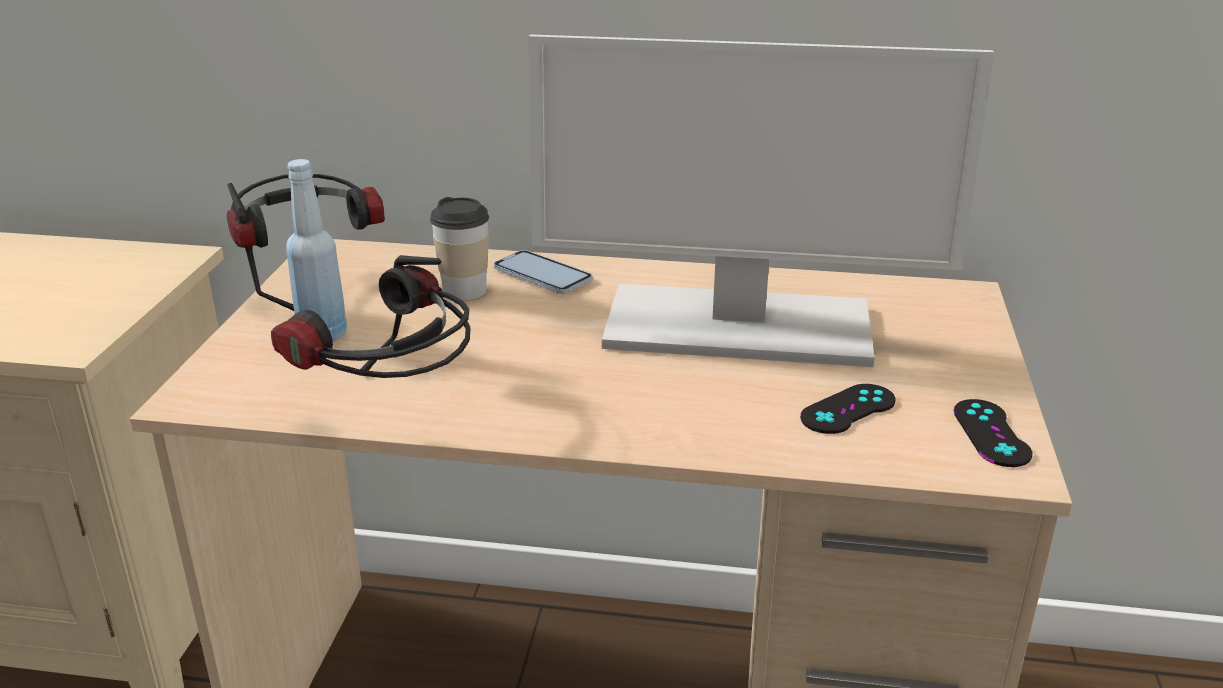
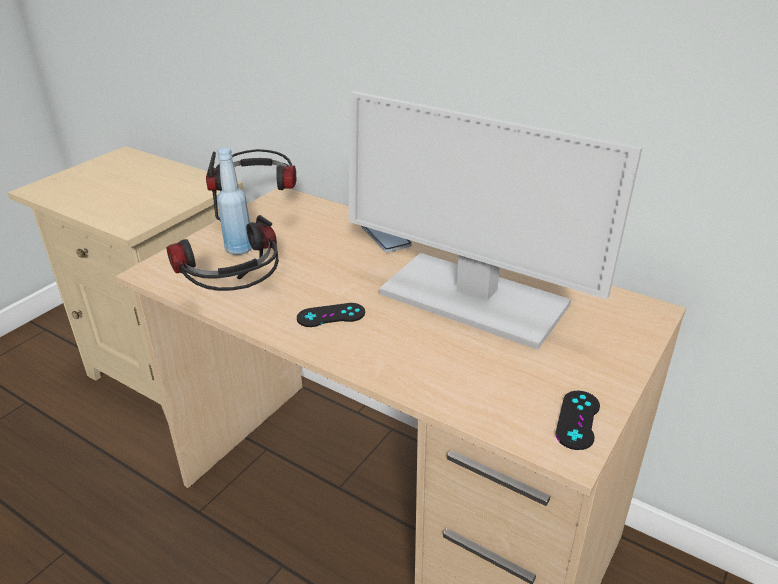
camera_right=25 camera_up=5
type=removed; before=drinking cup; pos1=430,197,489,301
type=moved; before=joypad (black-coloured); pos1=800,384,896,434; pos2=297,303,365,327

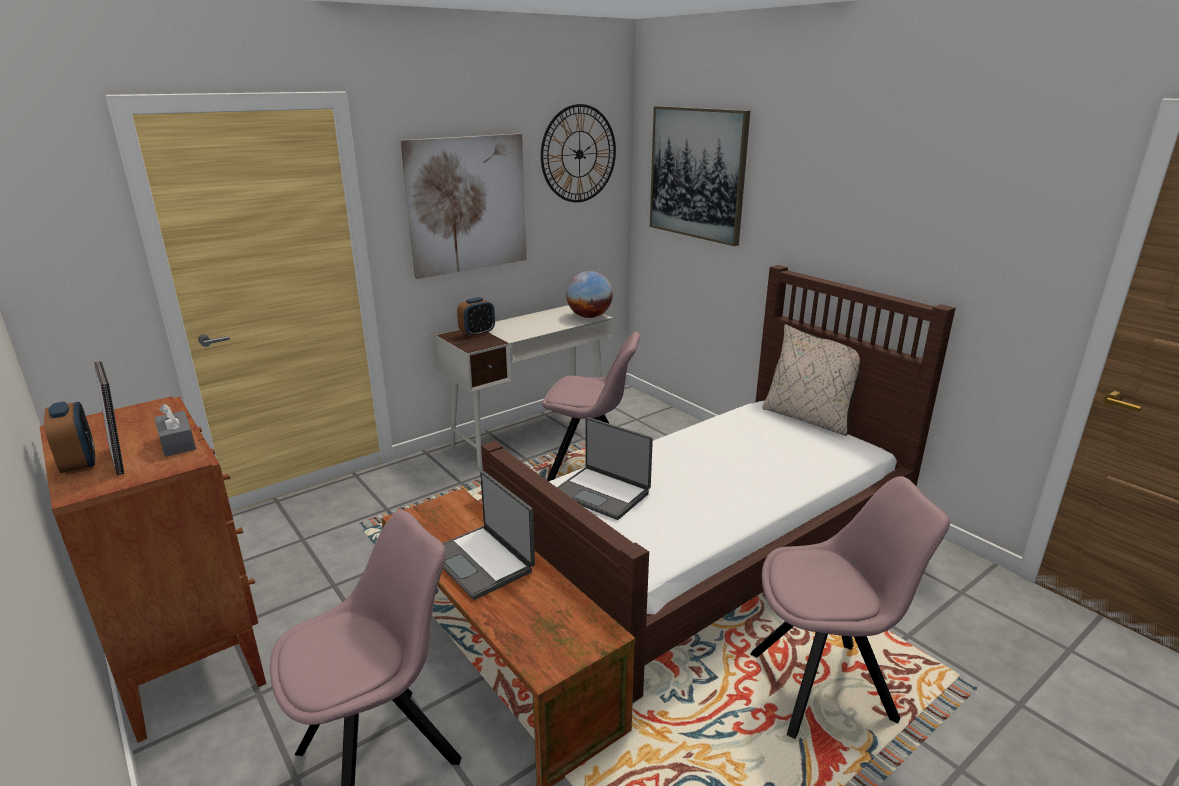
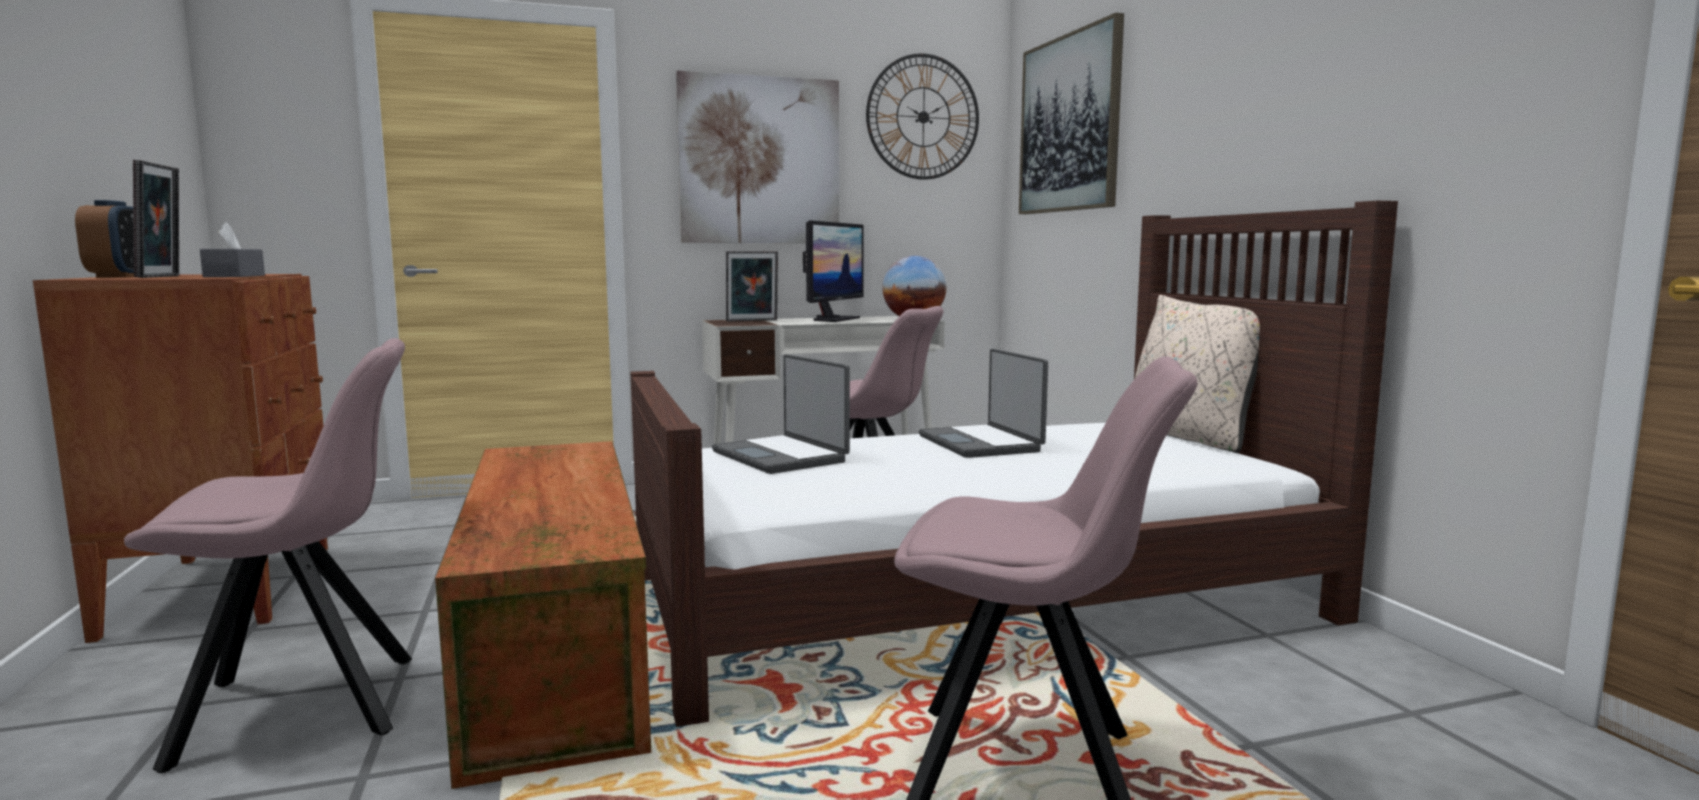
camera_right=20 camera_up=-15
type=moved; before=portable computer; pos1=443,471,535,600; pos2=919,349,1048,458
type=replaced; before=alarm clock; after=standing frame; pos1=457,297,495,337; pos2=726,251,778,321
type=added; after=computer display; pos2=803,221,864,322

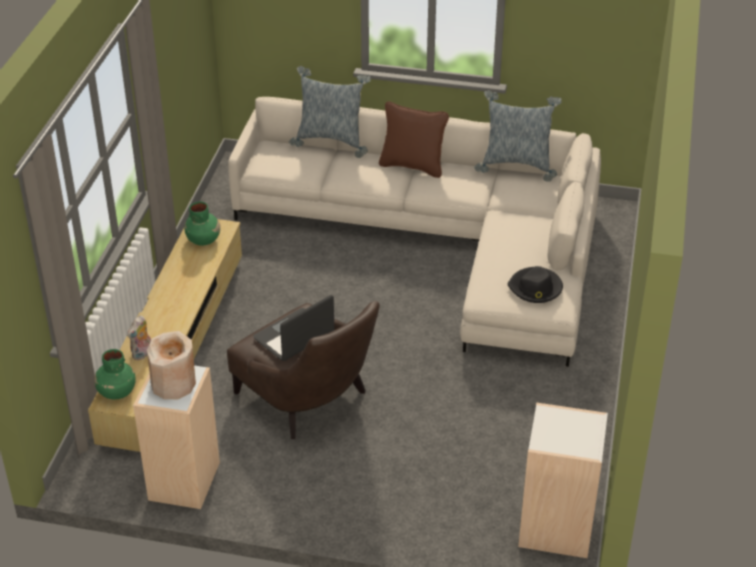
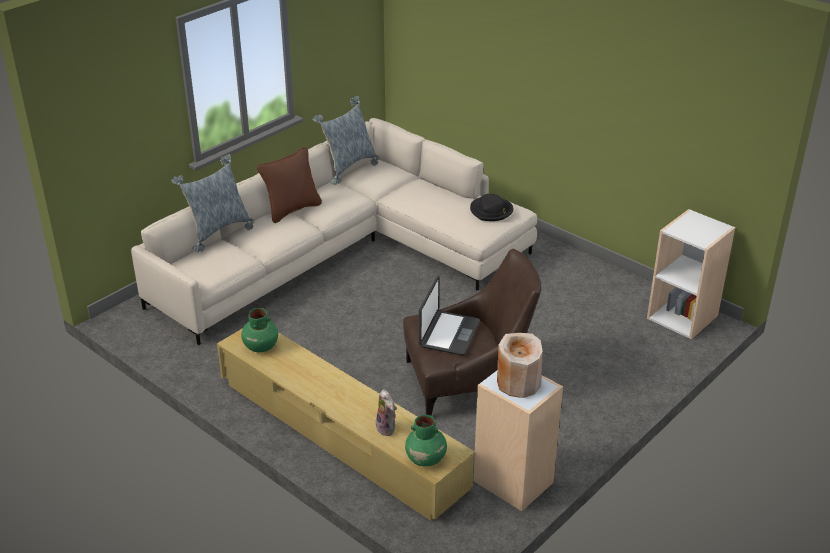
camera_right=-60 camera_up=-5
type=turned; before=portable computer; pos1=253,295,335,361; pos2=419,276,480,355; turn=-150

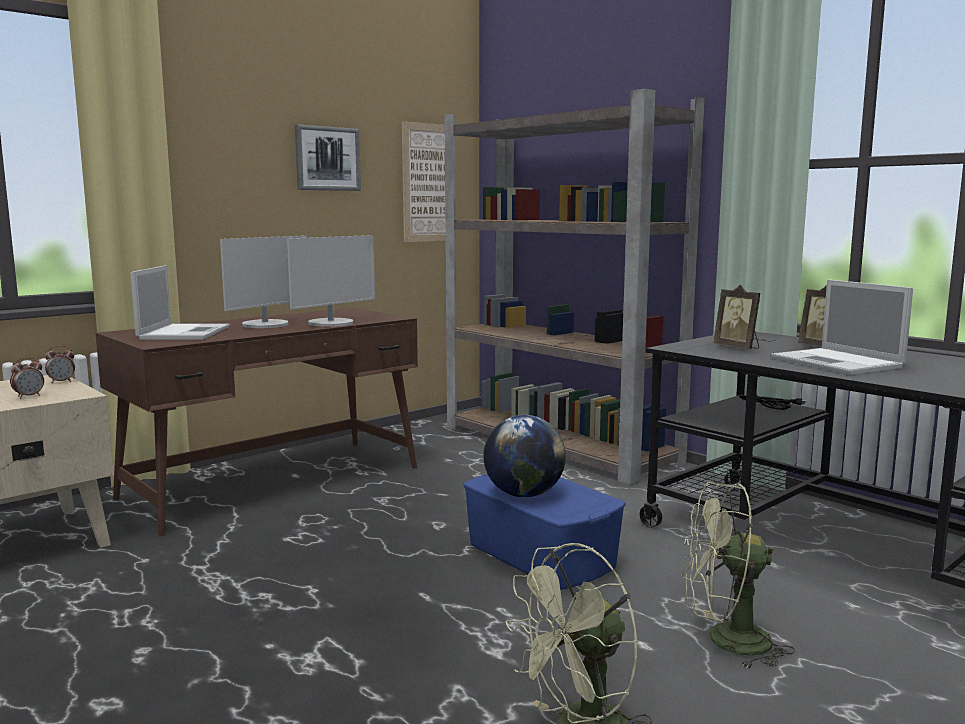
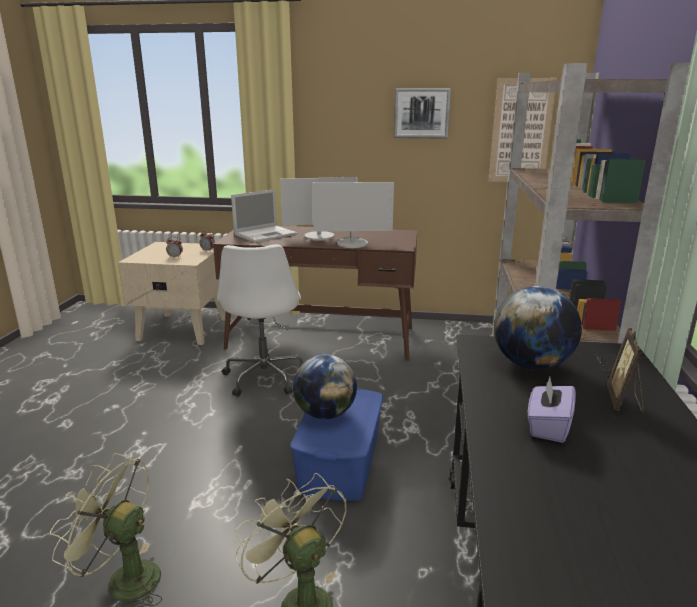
camera_right=50 camera_up=10
type=replaced; before=standing frame; after=globe; pos1=713,285,760,349; pos2=494,286,582,370
type=replaced; before=portable computer; after=tissue holder (purple); pos1=771,279,913,375; pos2=528,377,576,443
type=added; after=office chair (white-coloured); pos2=217,244,303,397

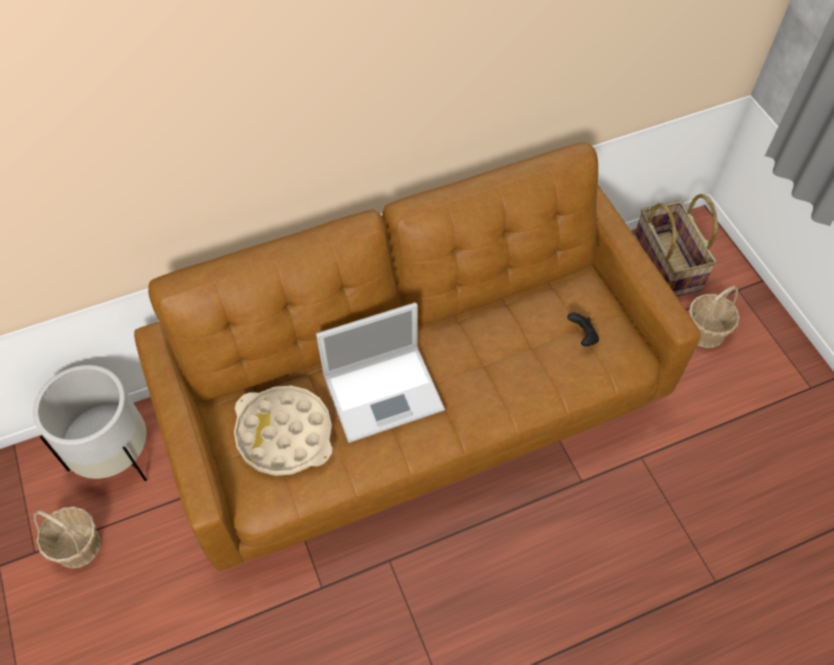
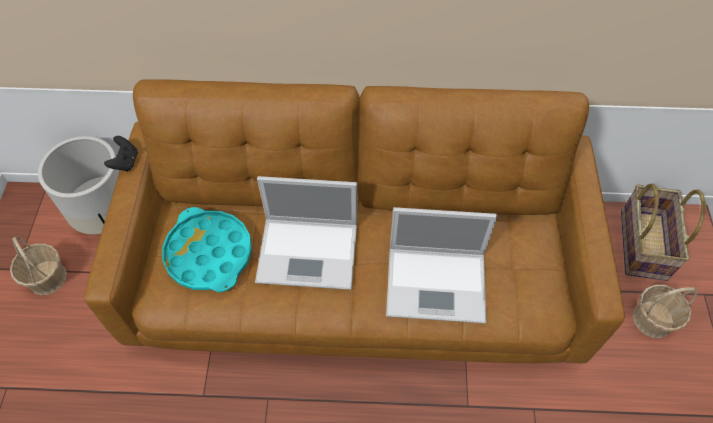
camera_right=25 camera_up=0
type=recoloured; before=serving tray (sand-coloured); after=serving tray (turquoise); pos1=234,385,333,476; pos2=162,207,252,292
type=moved; before=joypad (black-coloured); pos1=567,312,599,346; pos2=104,136,138,171
type=added; after=portable computer; pos2=386,207,497,323

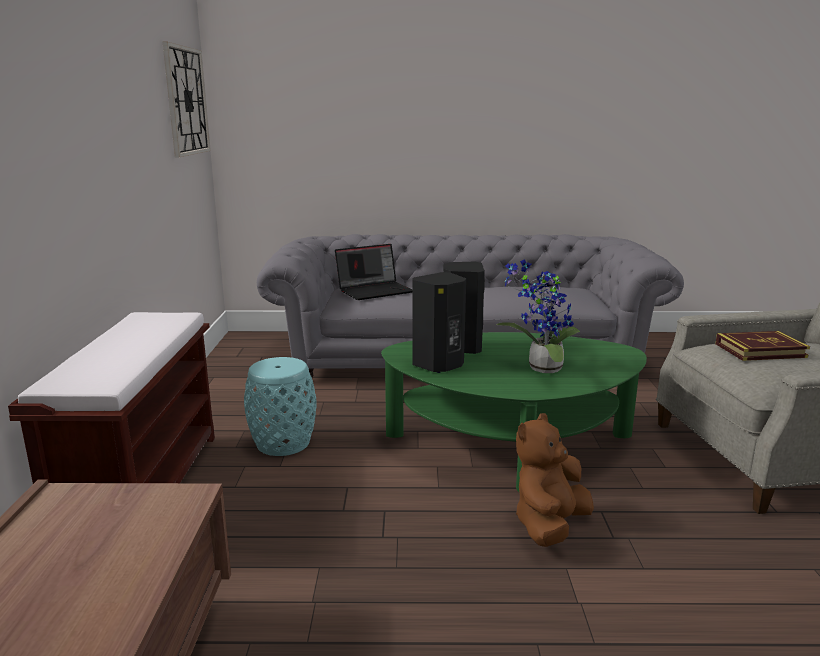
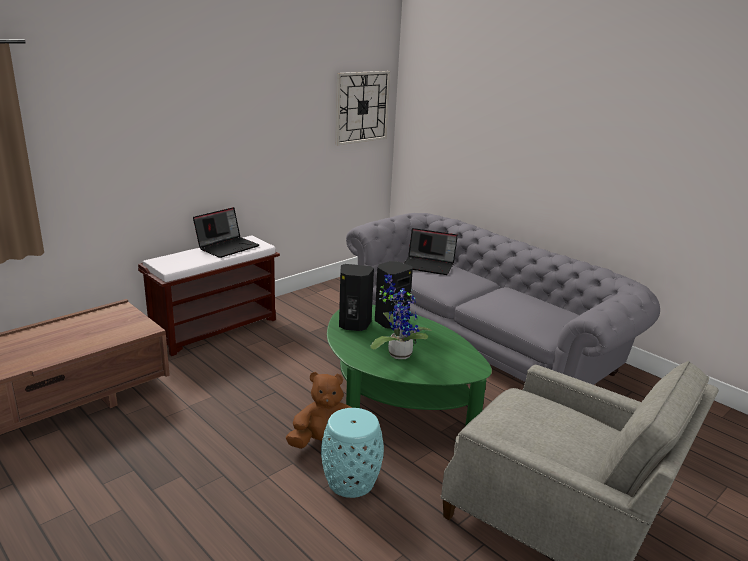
camera_right=45 camera_up=5
type=moved; before=stool (turquoise); pos1=244,357,317,456; pos2=321,408,384,498
type=removed; before=volume; pos1=715,331,810,361
type=added; after=portable computer; pos2=193,207,259,258

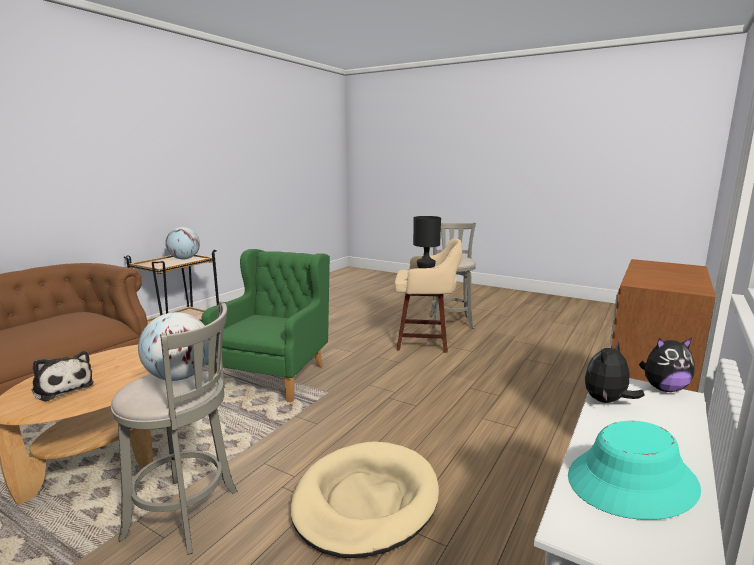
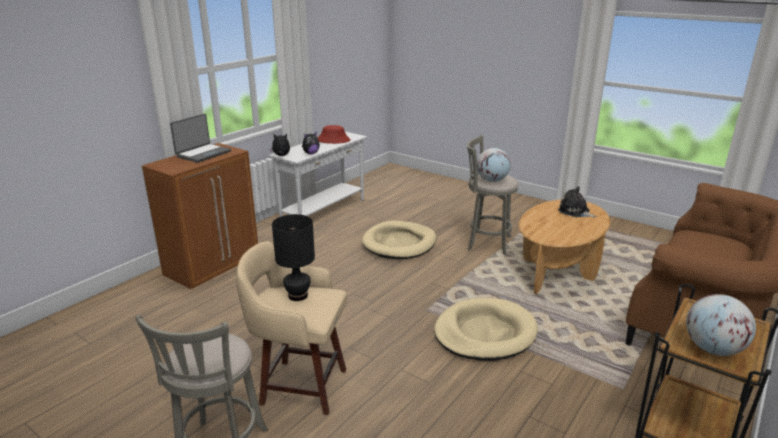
camera_right=-175 camera_up=10
type=replaced; before=armchair (green); after=dog bed (sand-coloured); pos1=202,249,330,403; pos2=434,298,538,361
type=recoloured; before=hat (turquoise); after=hat (reddish); pos1=568,421,701,520; pos2=318,125,350,144
type=added; after=portable computer; pos2=170,114,231,163

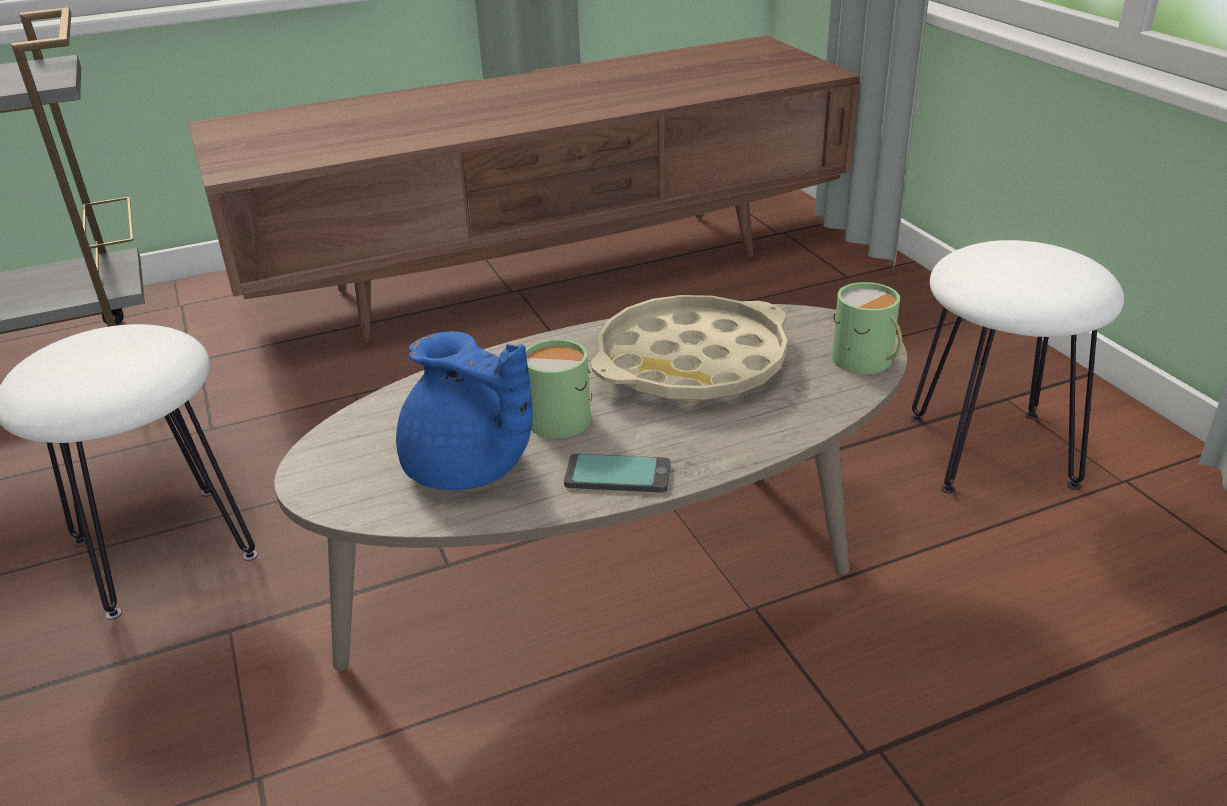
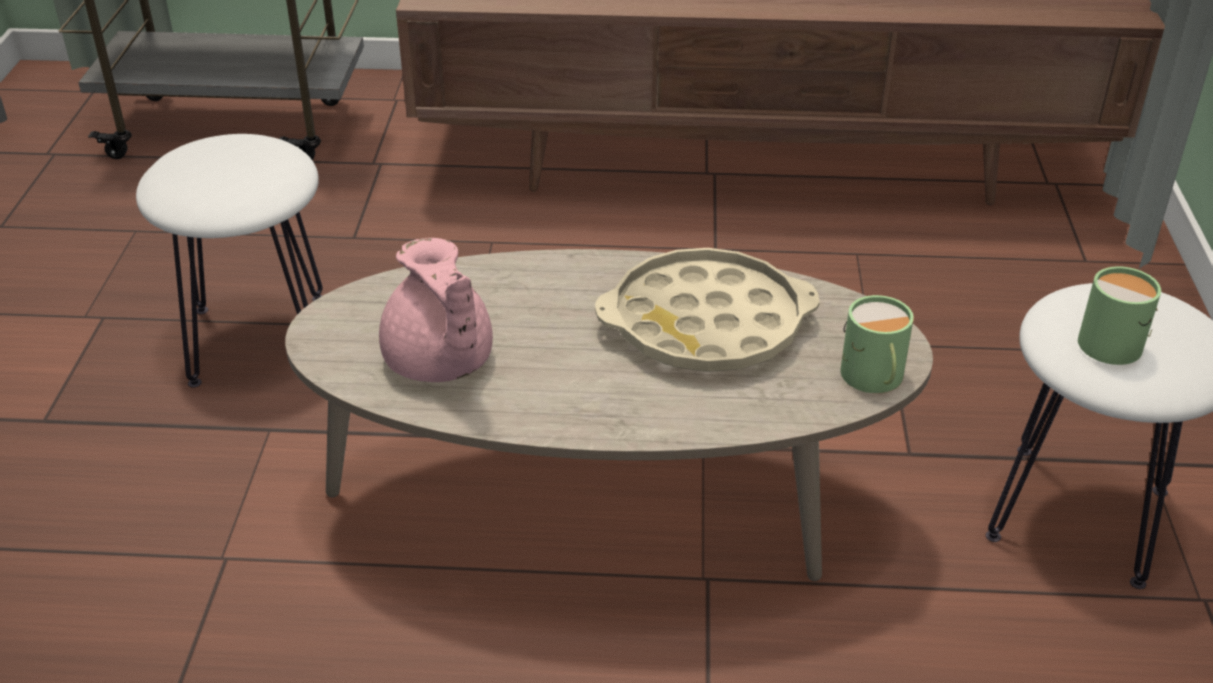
camera_right=25 camera_up=5
type=recoloured; before=tea pot (blue-coloured); after=tea pot (pink-coloured); pos1=396,331,533,490; pos2=379,238,493,382
type=moved; before=tea mug (green); pos1=526,339,592,439; pos2=1078,266,1161,365
type=removed; before=telephone; pos1=564,454,670,493

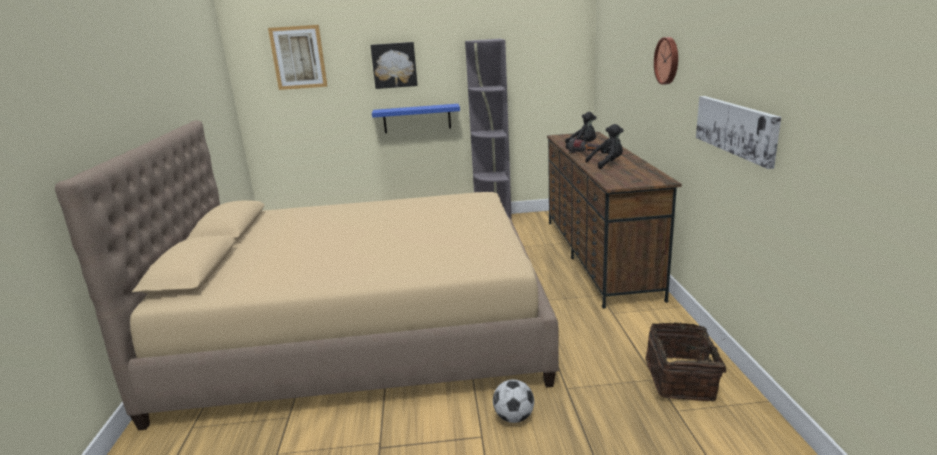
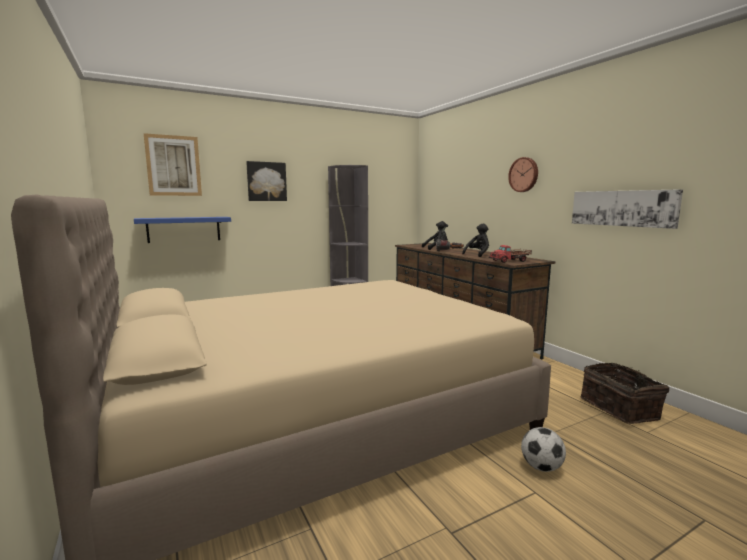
camera_right=-25 camera_up=-10
type=moved; before=bracket shelf (blue-coloured); pos1=372,104,460,133; pos2=134,217,231,243
type=added; after=toy truck; pos2=489,245,532,263

